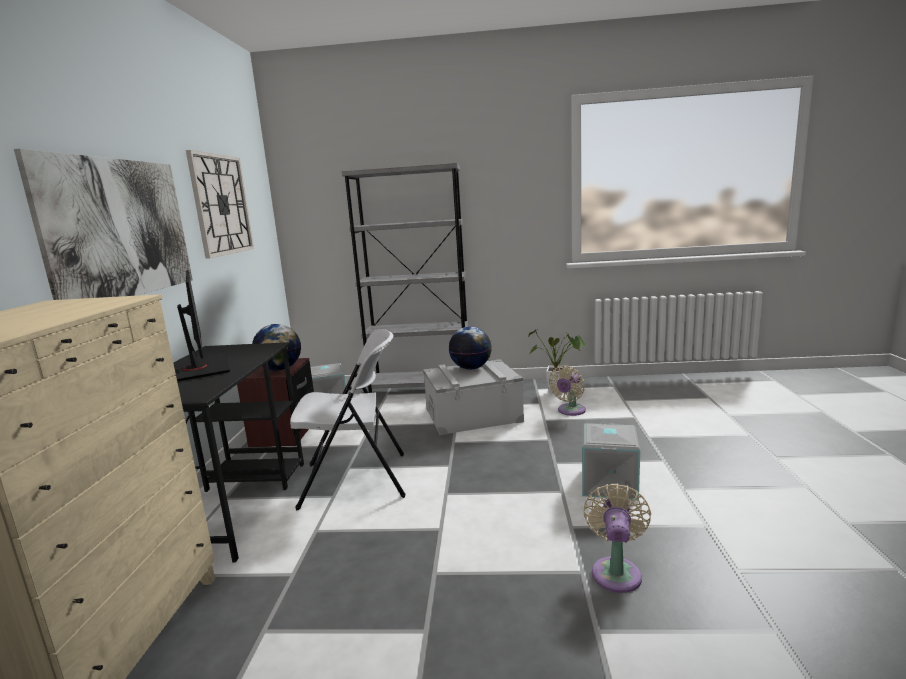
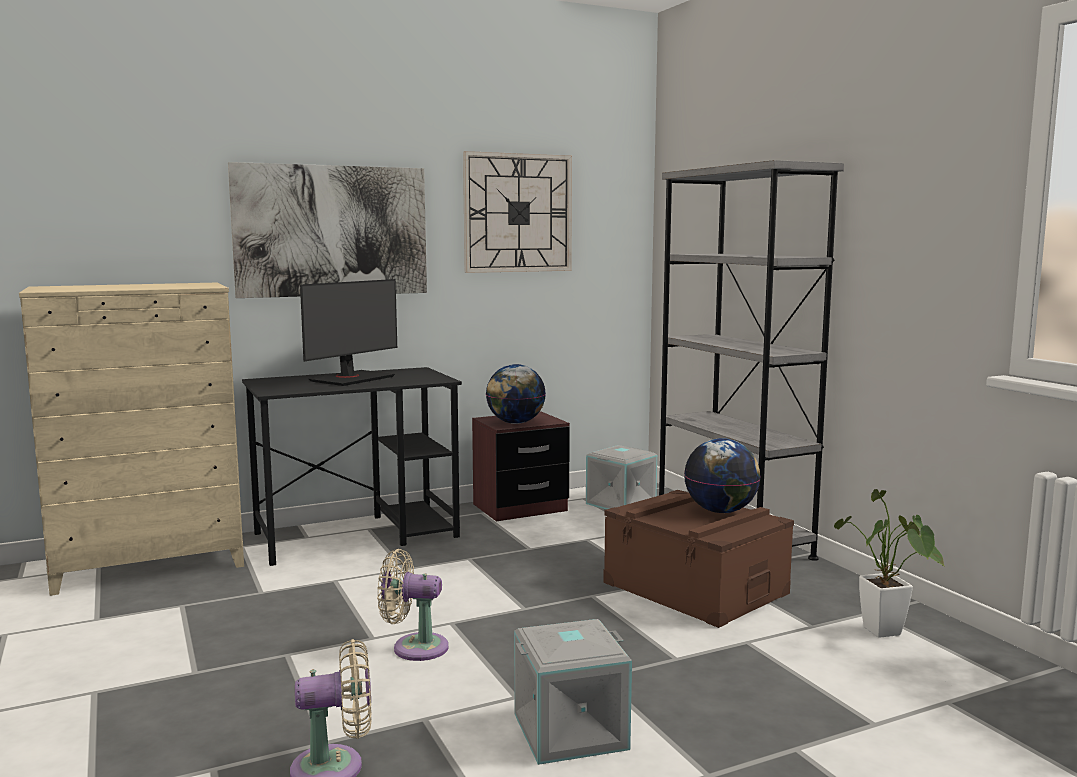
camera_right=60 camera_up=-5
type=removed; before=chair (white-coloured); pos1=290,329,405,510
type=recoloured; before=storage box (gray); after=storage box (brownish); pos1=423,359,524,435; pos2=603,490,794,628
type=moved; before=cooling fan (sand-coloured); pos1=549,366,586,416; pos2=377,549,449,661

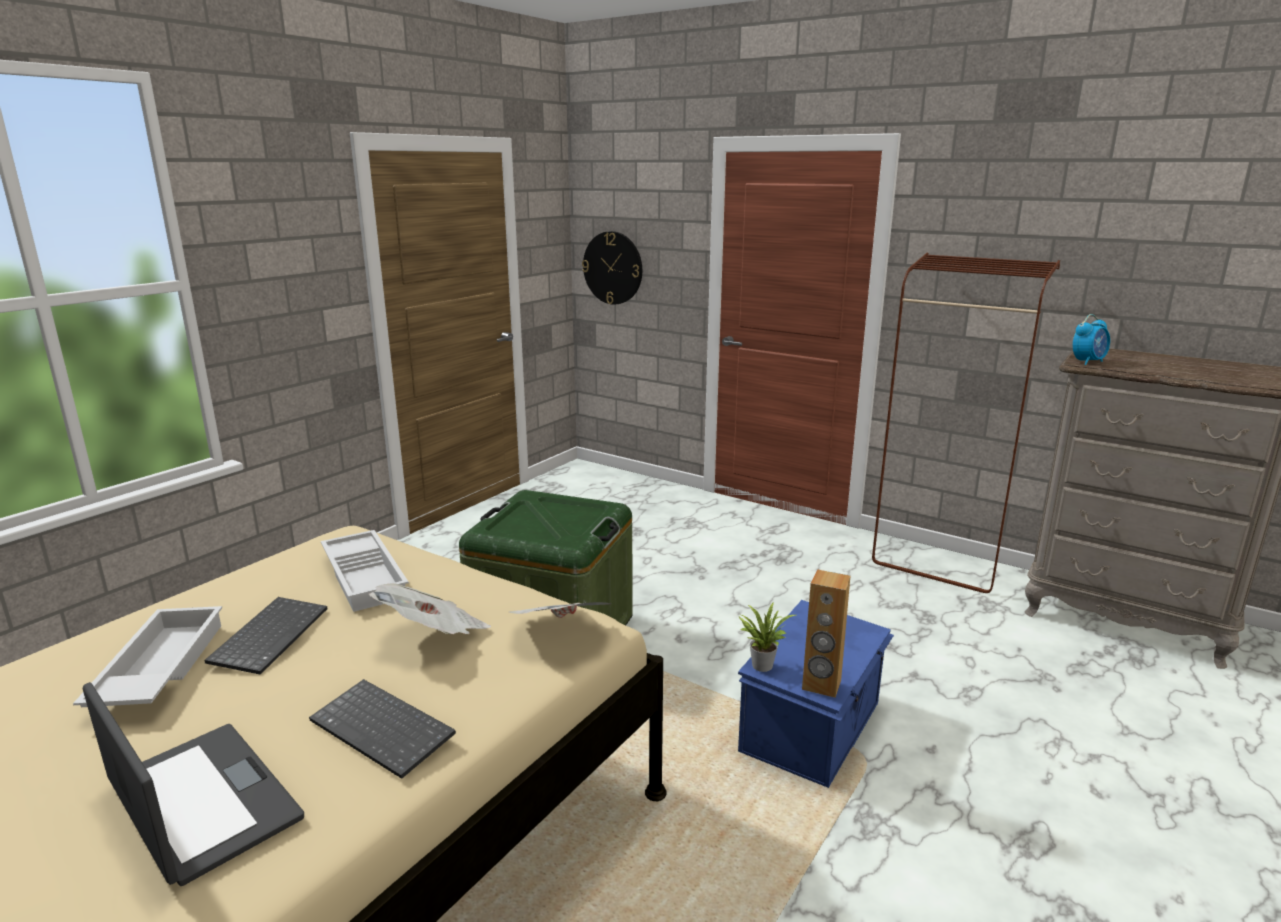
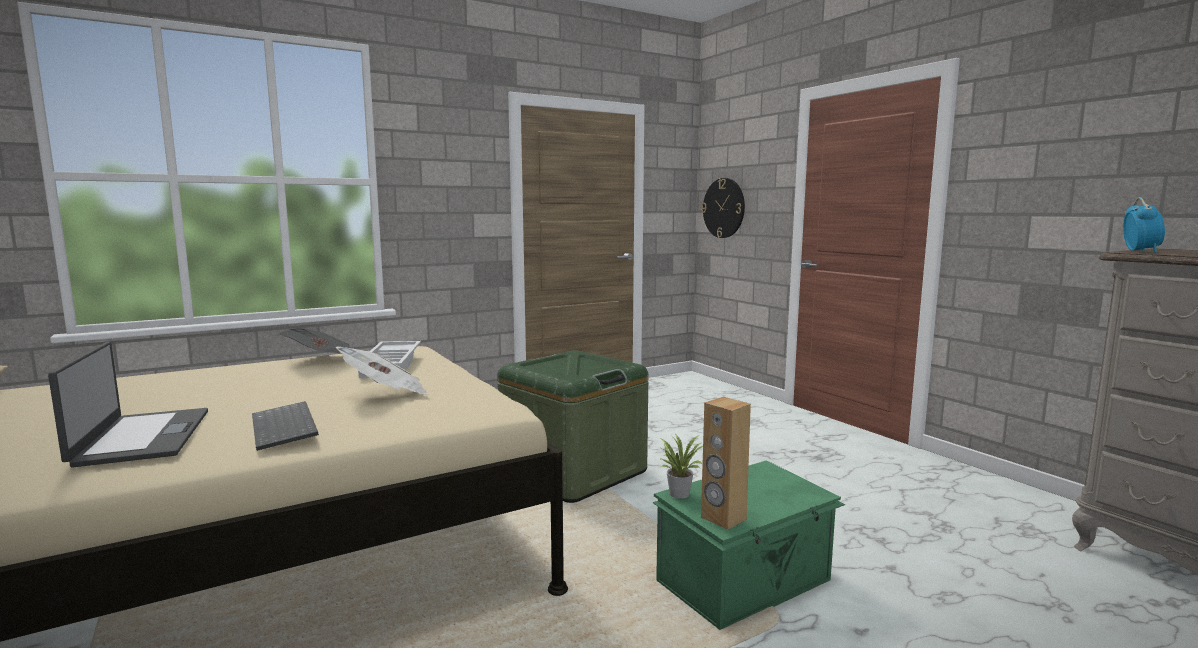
camera_right=25 camera_up=-10
type=removed; before=serving tray (white-coloured); pos1=73,606,222,707
type=removed; before=PC keyboard; pos1=204,597,327,675
type=moved; before=newspaper; pos1=509,602,612,618; pos2=280,328,353,354
type=recoloured; before=storage box (blue-coloured); after=storage box (green); pos1=738,600,894,788; pos2=653,460,845,630
type=removed; before=garment rack (brownish); pos1=872,253,1060,593
type=turned; before=alarm clock; pos1=1073,314,1110,365; pos2=1123,197,1165,253; turn=-60

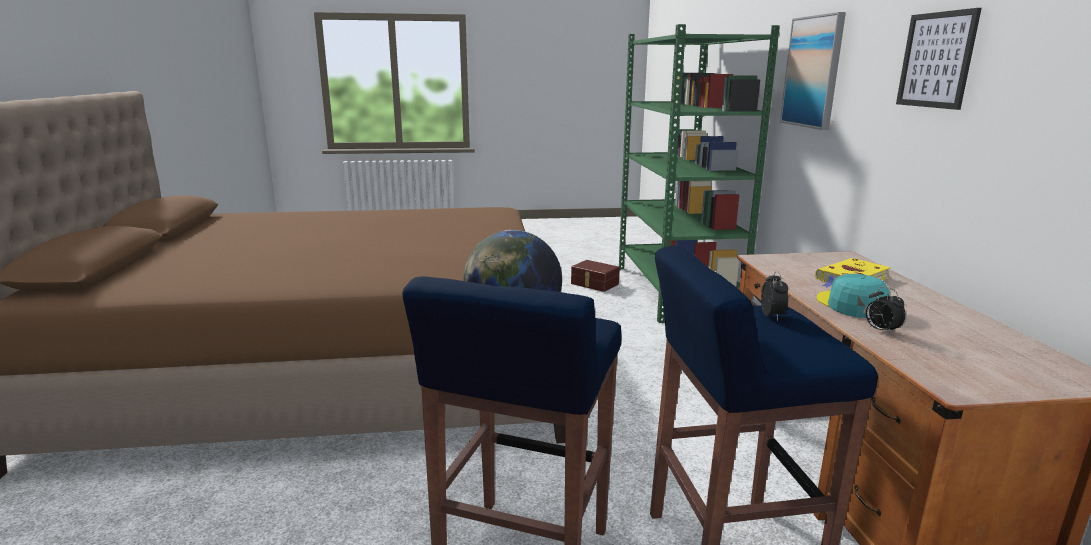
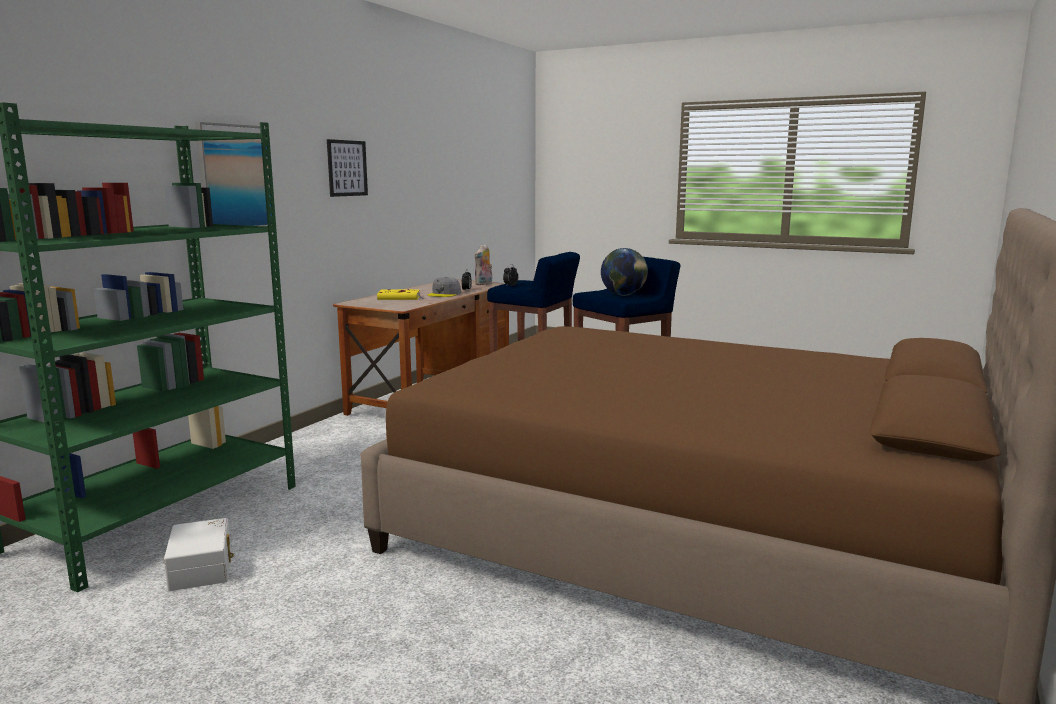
camera_right=-145 camera_up=-5
type=recoloured; before=storage box (brownish); after=storage box (white-coloured); pos1=571,260,620,292; pos2=164,518,234,591
type=recoloured; before=baseball cap (turquoise); after=baseball cap (gray); pos1=816,274,890,318; pos2=427,277,461,297
type=added; after=plush toy; pos2=475,244,492,285

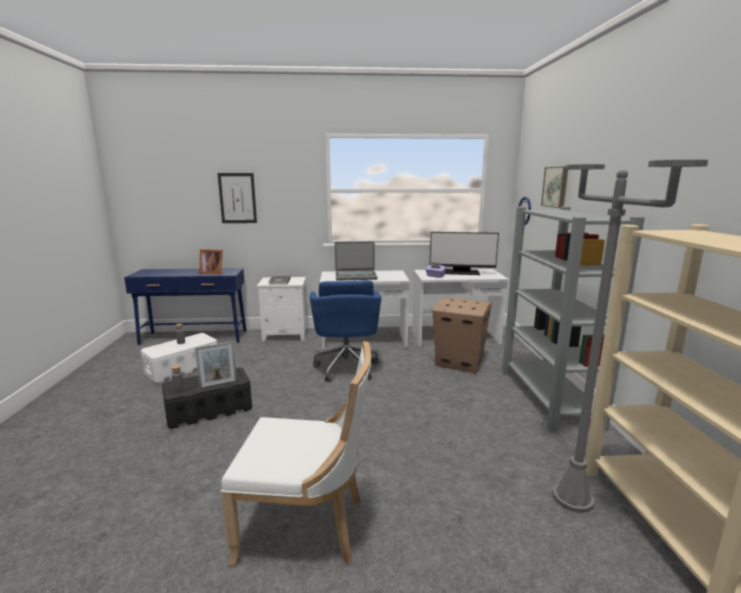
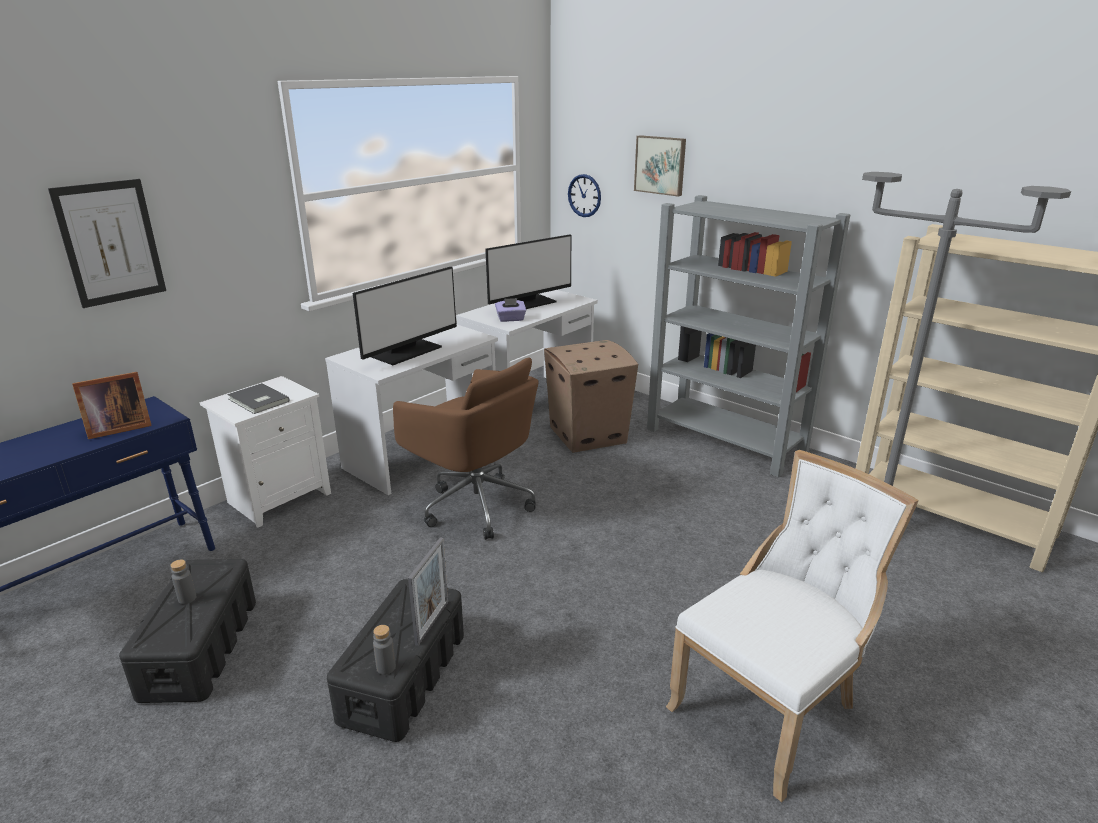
camera_right=-45 camera_up=10
type=recoloured; before=storage box (white-coloured); after=storage box (black-coloured); pos1=141,333,217,383; pos2=119,559,256,703
type=recoloured; before=office chair (blue-coloured); after=office chair (brownish); pos1=310,280,381,383; pos2=393,358,539,540
type=replaced; before=portable computer; after=computer display; pos1=335,242,378,281; pos2=353,267,457,365

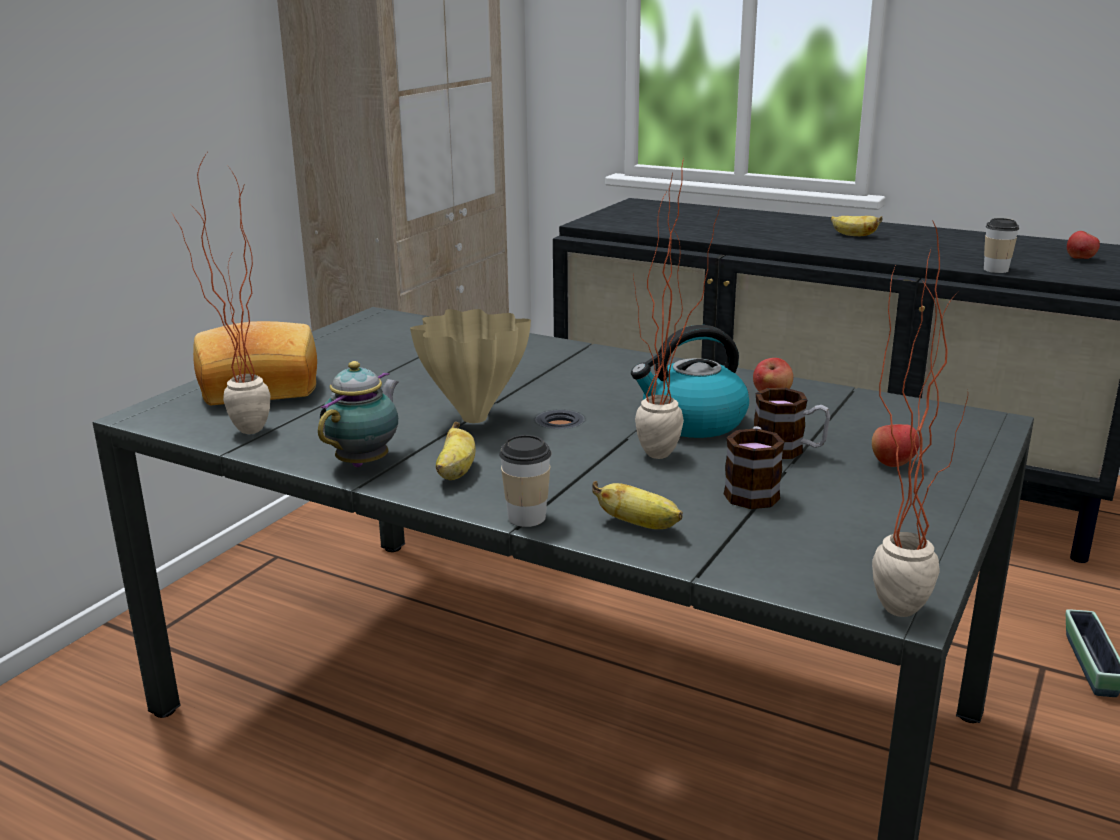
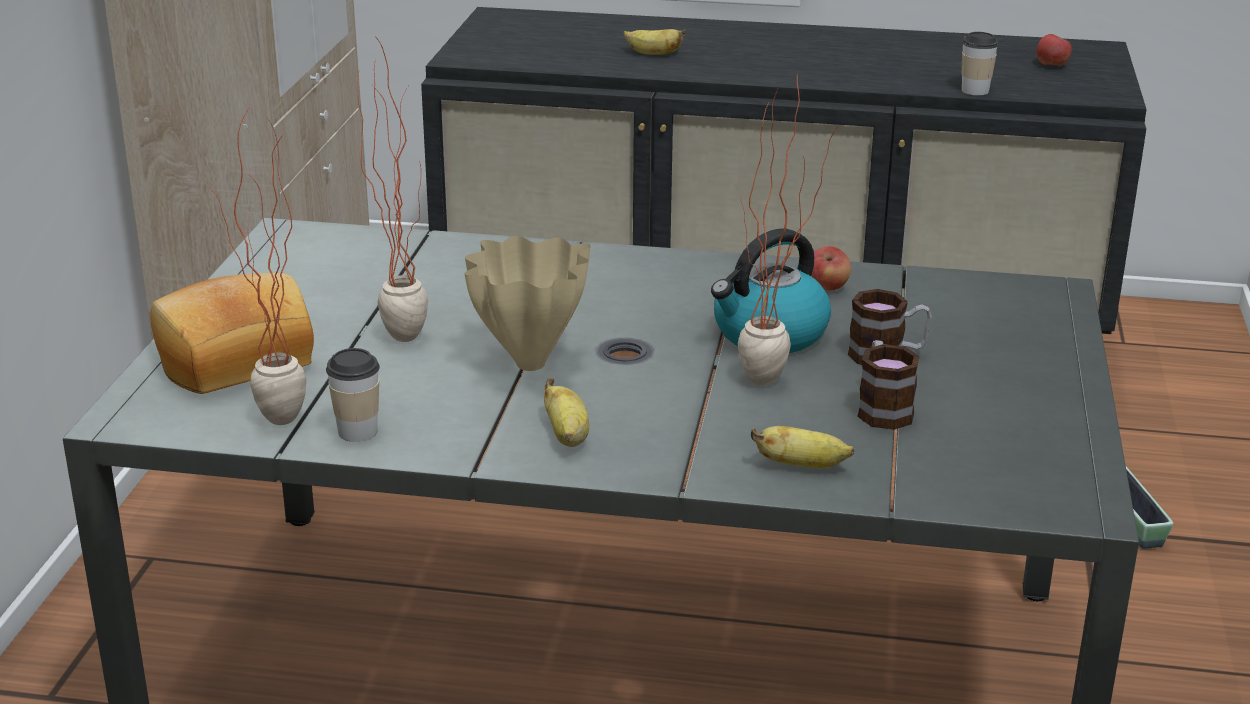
camera_right=-20 camera_up=5
type=removed; before=tea pot; pos1=318,361,399,467
type=moved; before=drinking cup; pos1=499,435,552,527; pos2=326,348,380,442
type=moved; before=banana fruit; pos1=831,216,882,236; pos2=624,29,686,55
type=moved; before=potted plant; pos1=872,220,968,617; pos2=357,39,428,342
type=removed; before=apple fruit; pos1=872,424,920,467

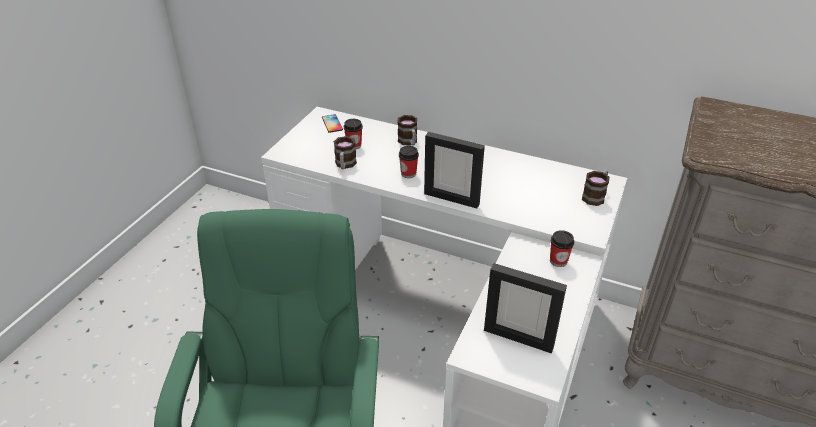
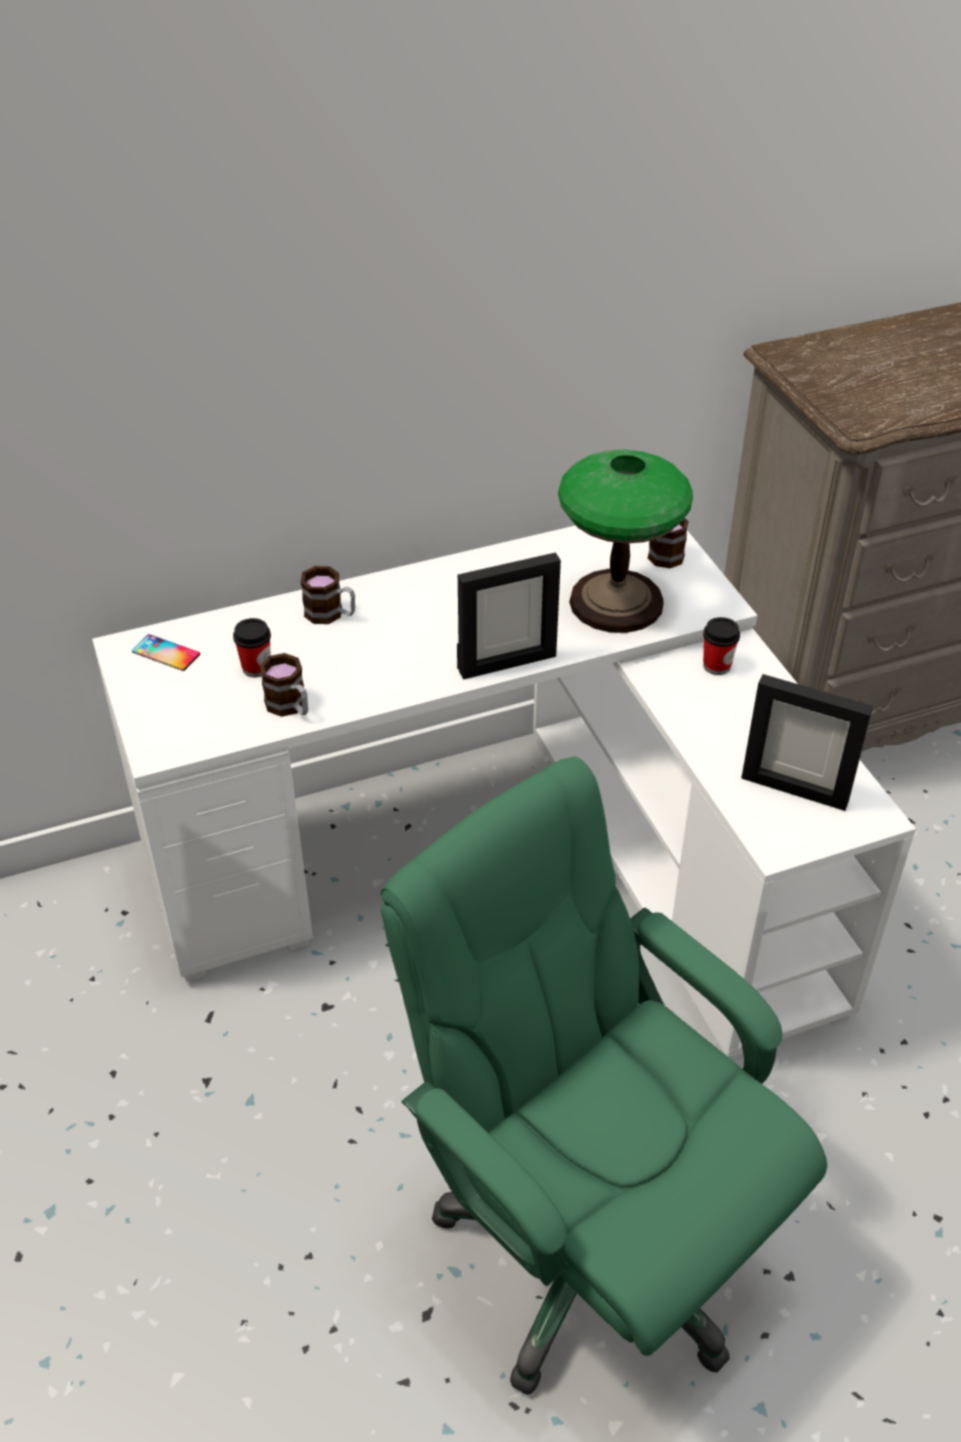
camera_right=-45 camera_up=5
type=removed; before=drinking cup; pos1=399,146,419,178
type=turned; before=standing frame; pos1=484,263,567,353; pos2=741,674,873,811; turn=45
type=added; after=lamp for a table; pos2=558,450,693,633

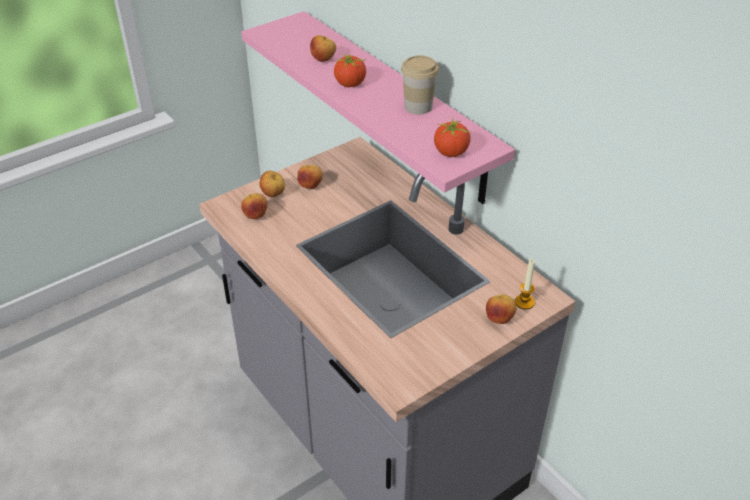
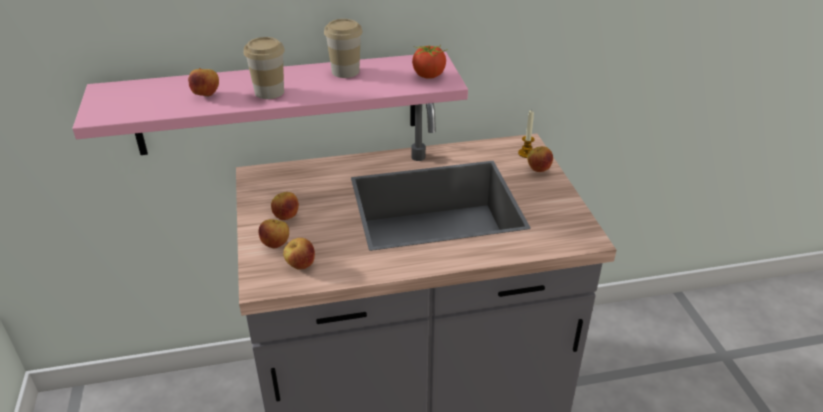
camera_right=-65 camera_up=-5
type=replaced; before=tomato; after=drinking cup; pos1=334,53,366,87; pos2=244,37,285,99

